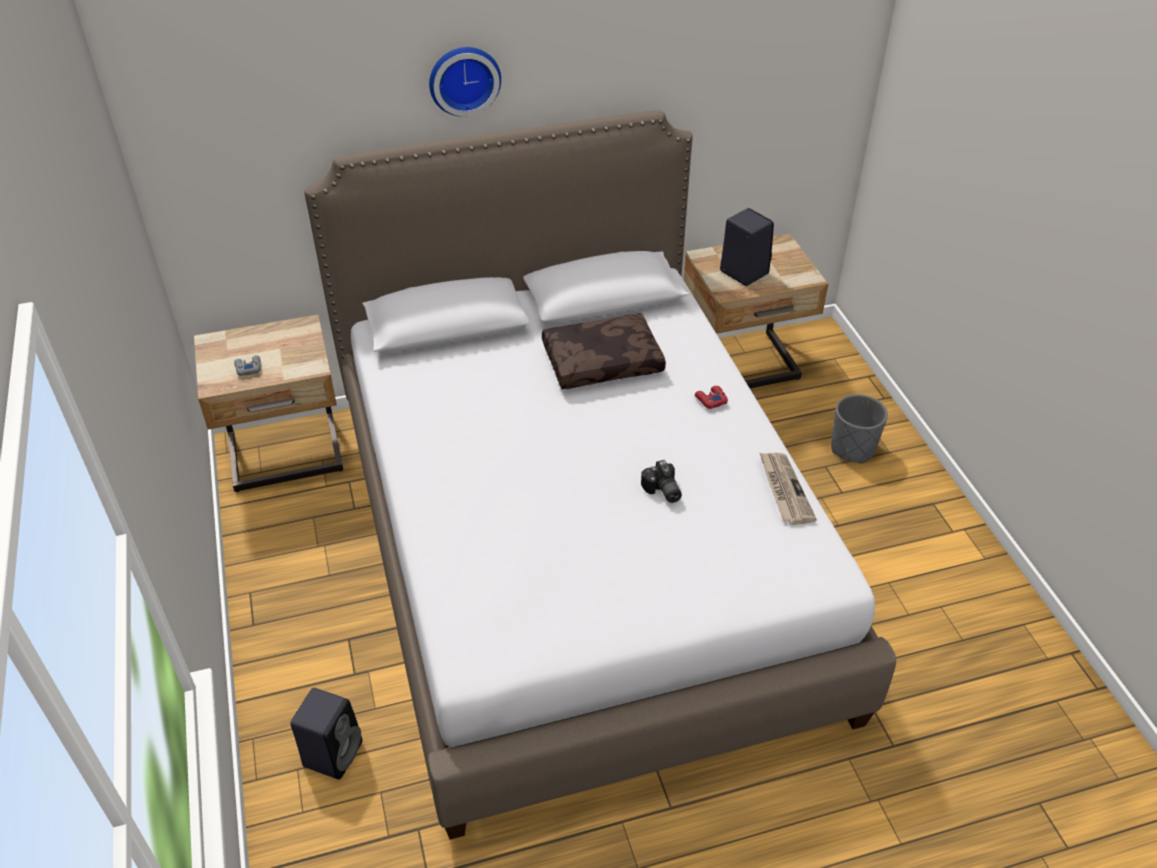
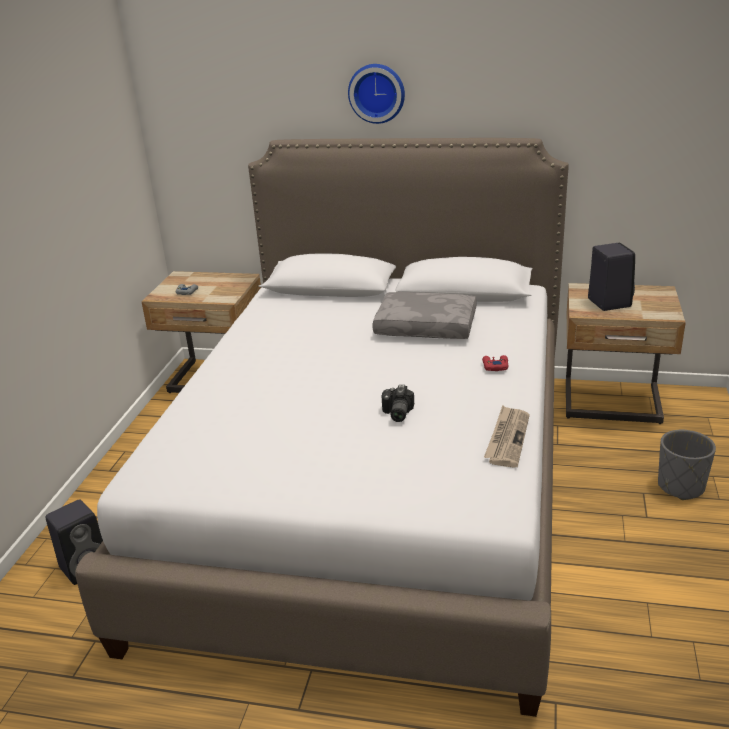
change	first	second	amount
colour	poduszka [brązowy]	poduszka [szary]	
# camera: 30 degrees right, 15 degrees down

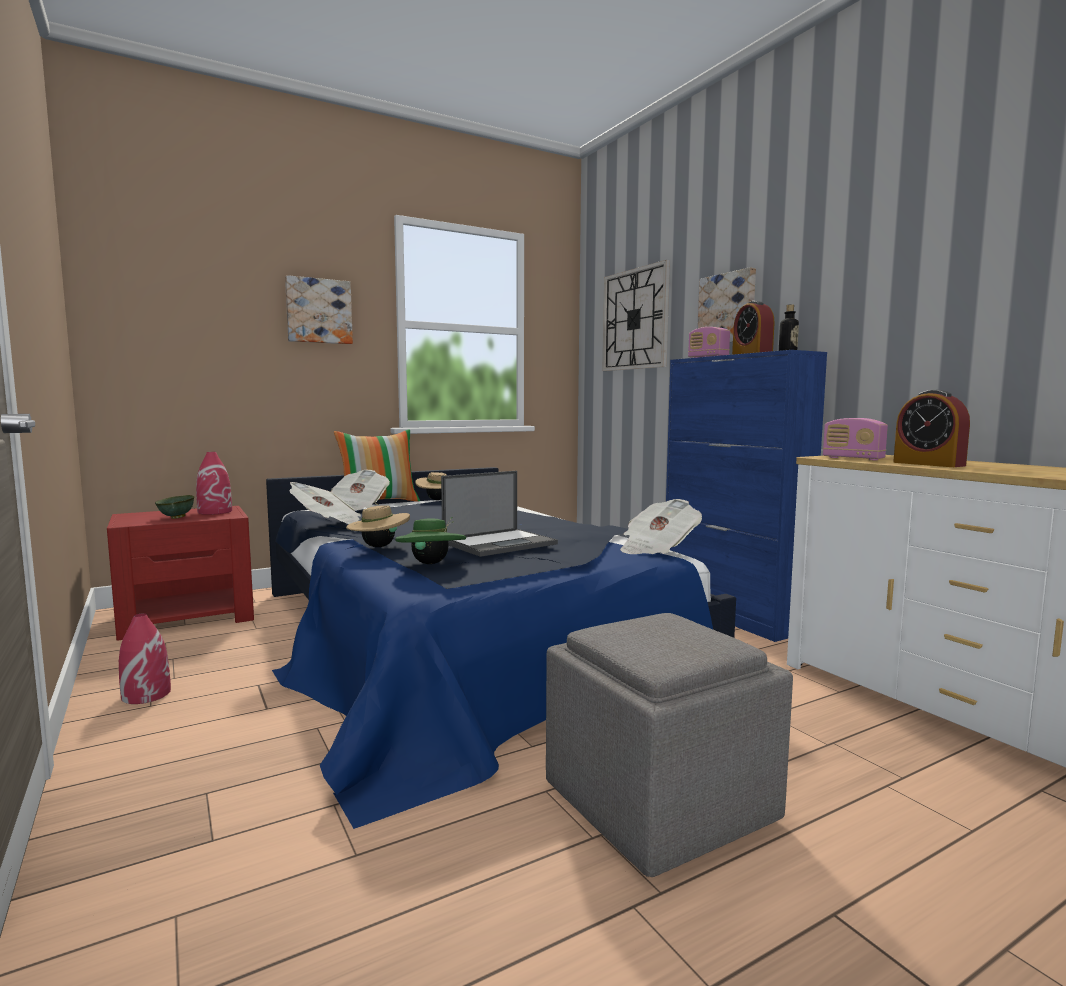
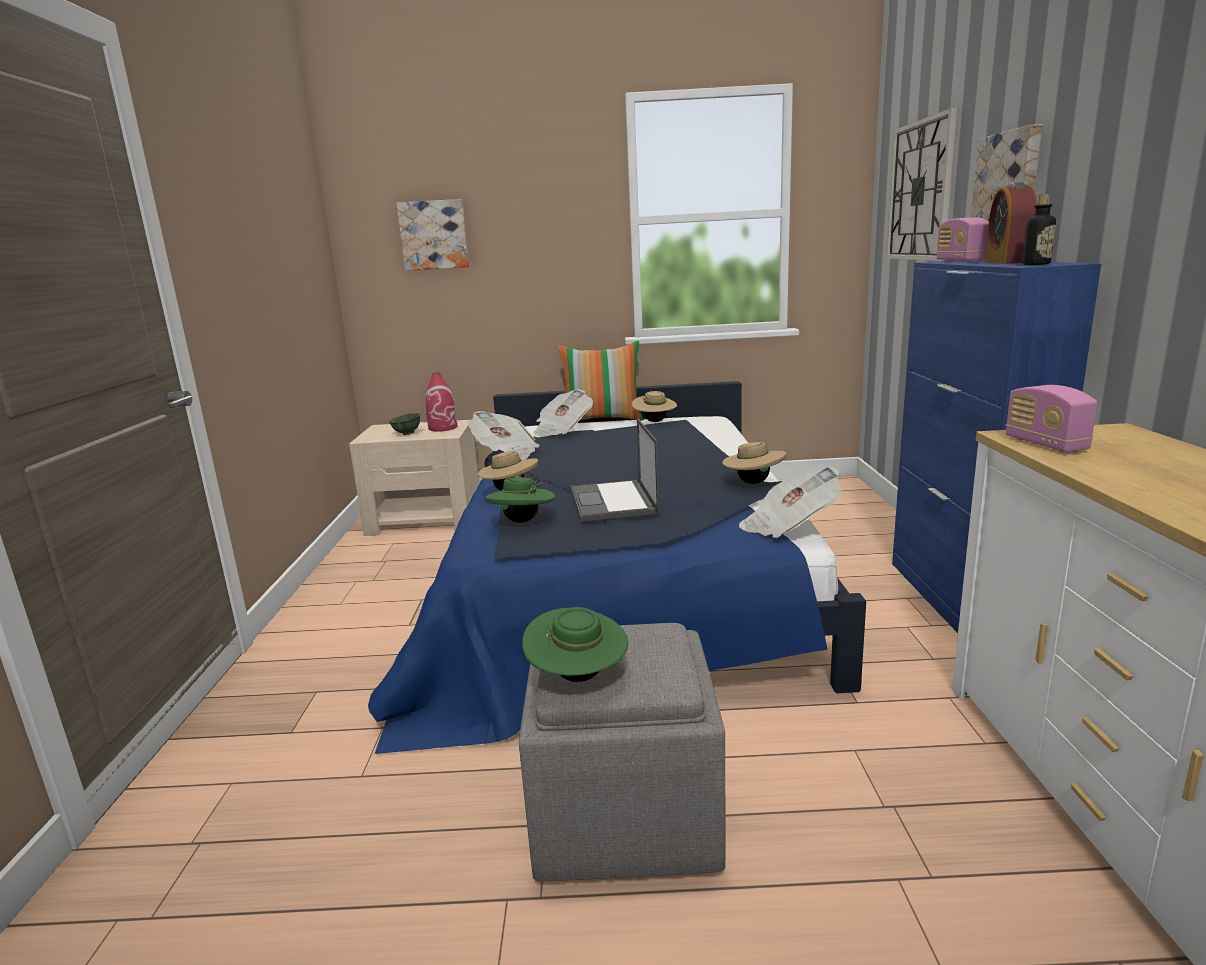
change	first	second	amount
relocated	obraz (no. 1 from left)		
missing	budzik (no. 2 from left)		
spun	laptop		90 degrees clockwise
colour	szafka nocna [czerwony]	szafka nocna [beżowy]	
missing	wazon [czerwony] (no. 1 from left)		
appeared		kapelusz [beżowy] (no. 3 from left)	
appeared		kapelusz [zielony] (no. 2 from left)	
# camera: 30 degrees right, 10 degrees up

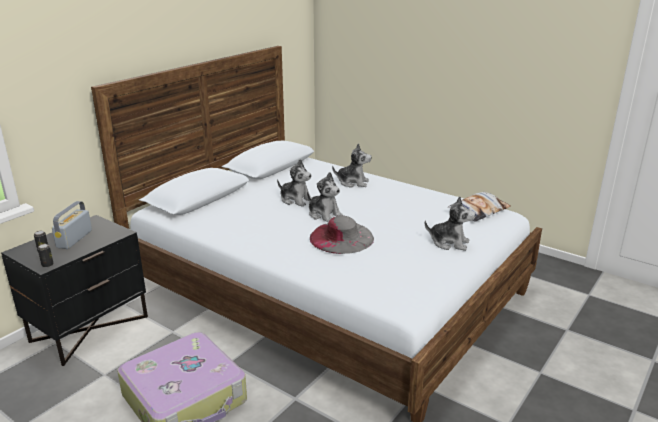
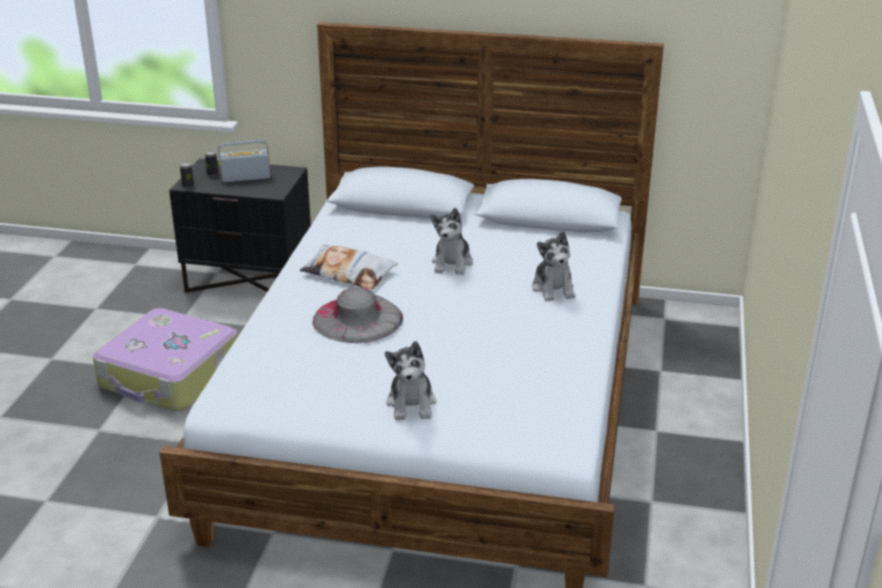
change	first	second	amount
missing	pluszak (no. 2 from left)		
relocated	poduszka		
# camera: 65 degrees right, 5 degrees up

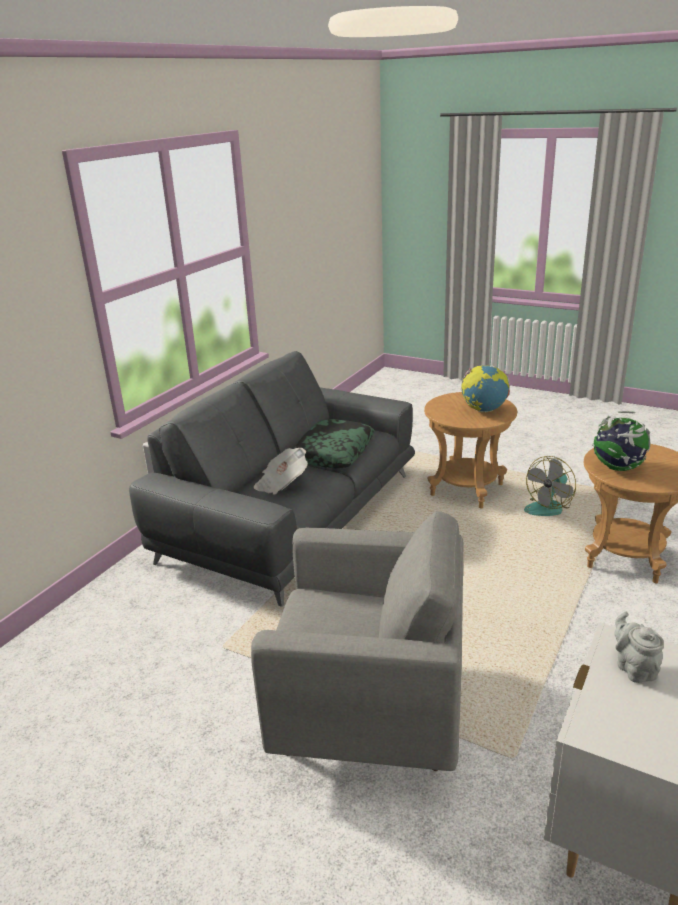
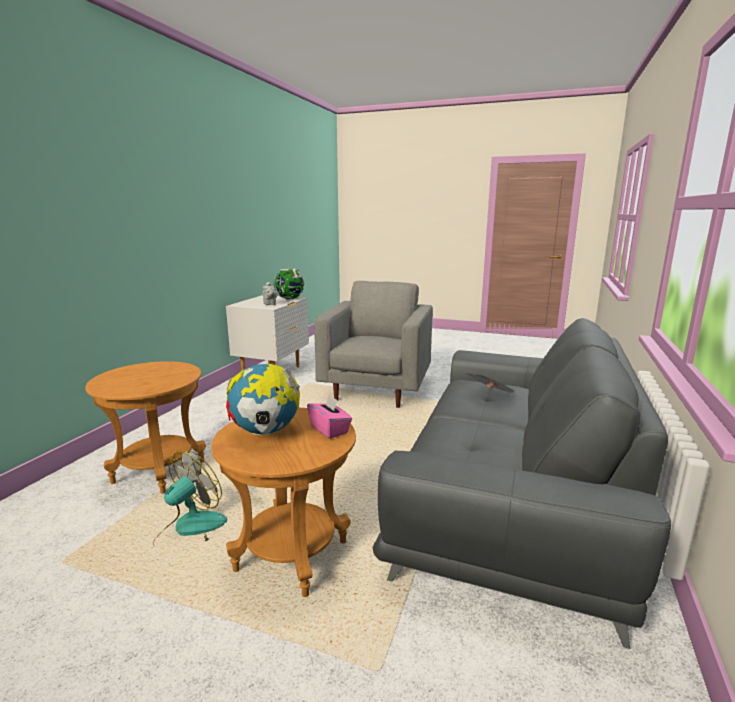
change	first	second	amount
relocated	globus (no. 2 from left)		
missing	poduszka		
spun	fotel [szary]		105 degrees clockwise
appeared		pudełko chusteczek [różowy]	
# camera: 170 degrees right, 10 degrees down

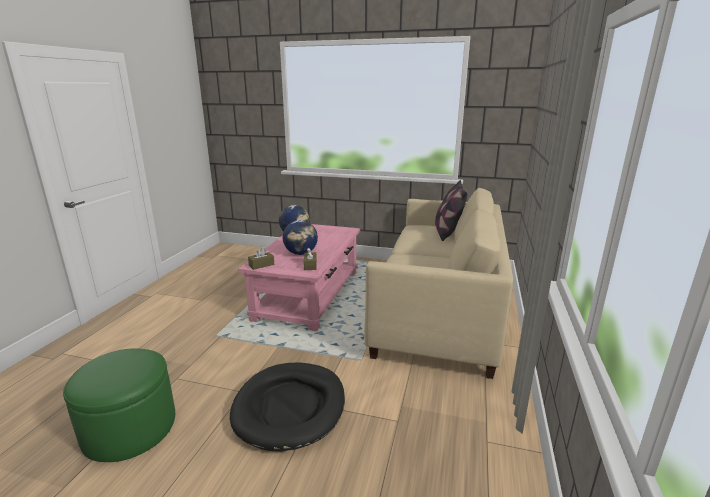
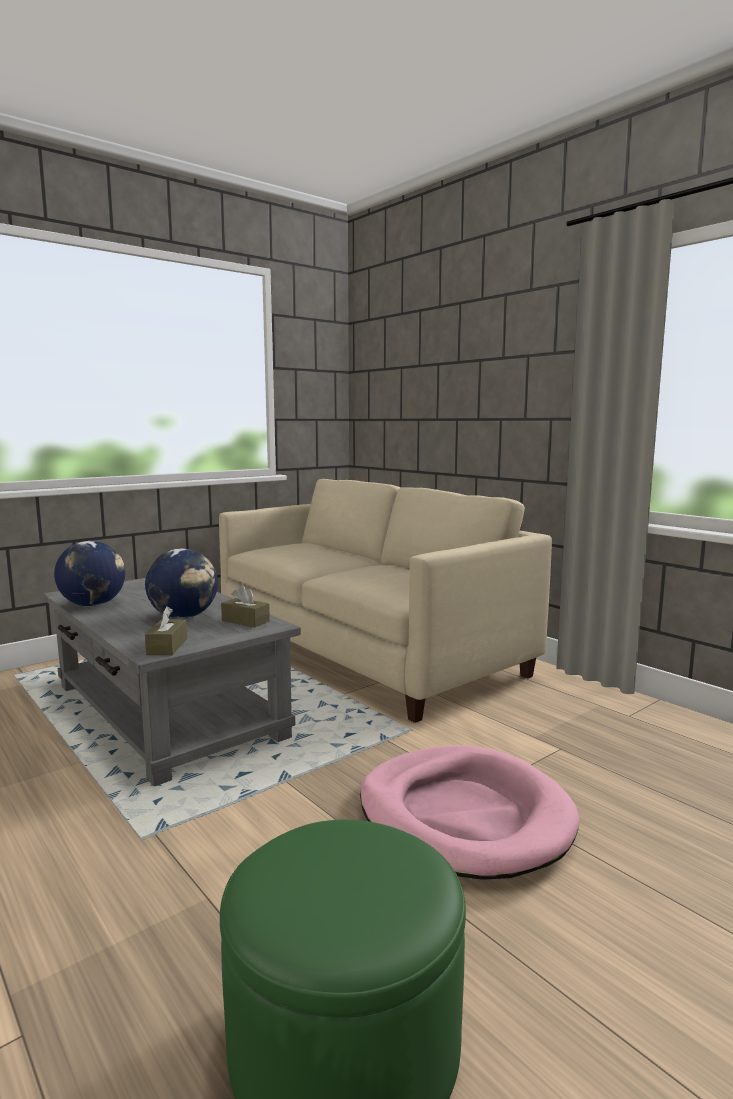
change	first	second	amount
missing	poduszka		
colour	ława [różowy]	ława [szary]	
colour	legowisko [czarny]	legowisko [różowy]	
# camera: 55 degrees left, 10 degrees down

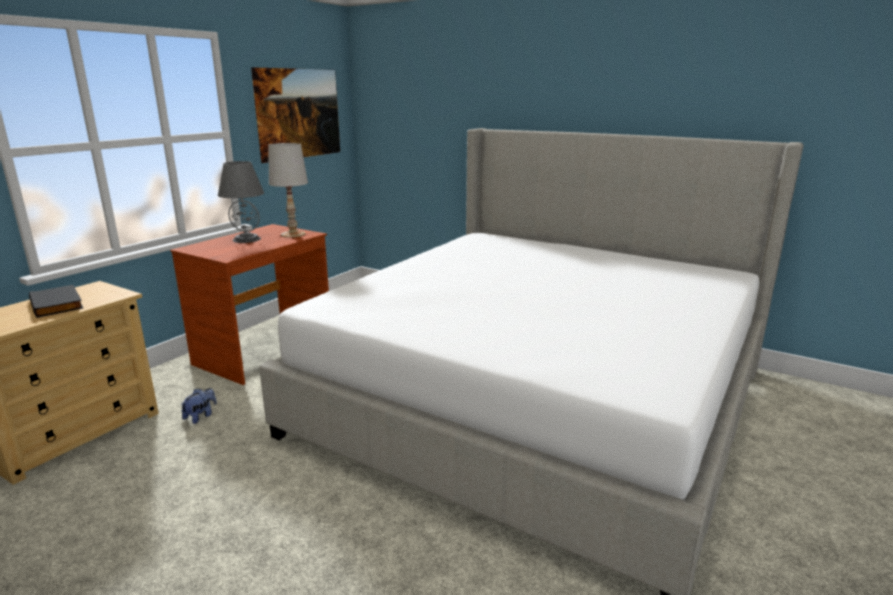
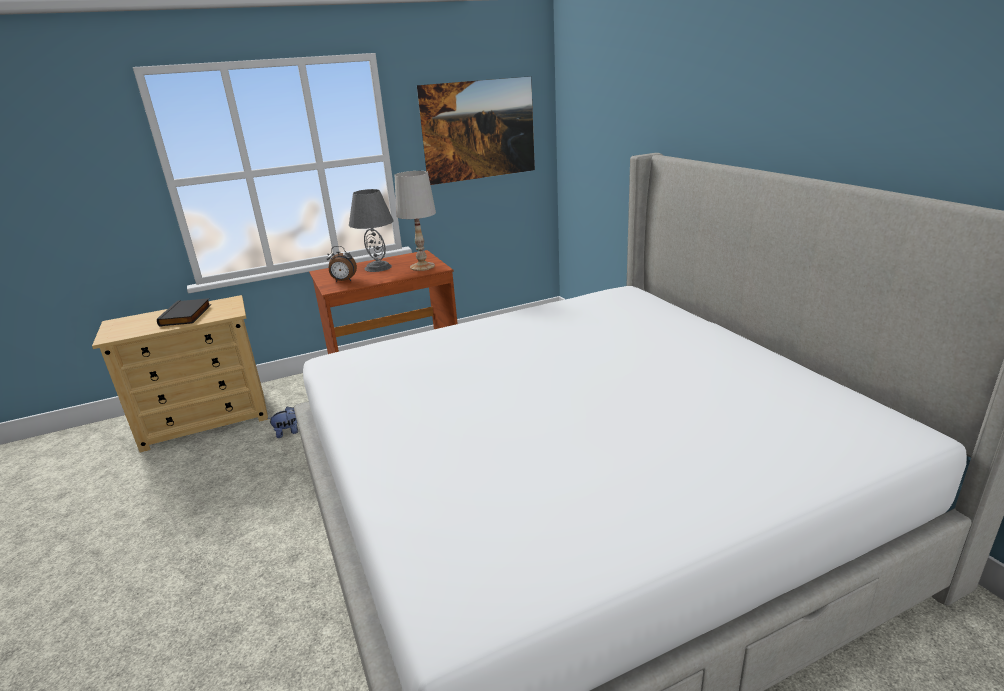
change	first	second	amount
appeared		budzik	
# camera: 35 degrees right, 5 degrees up

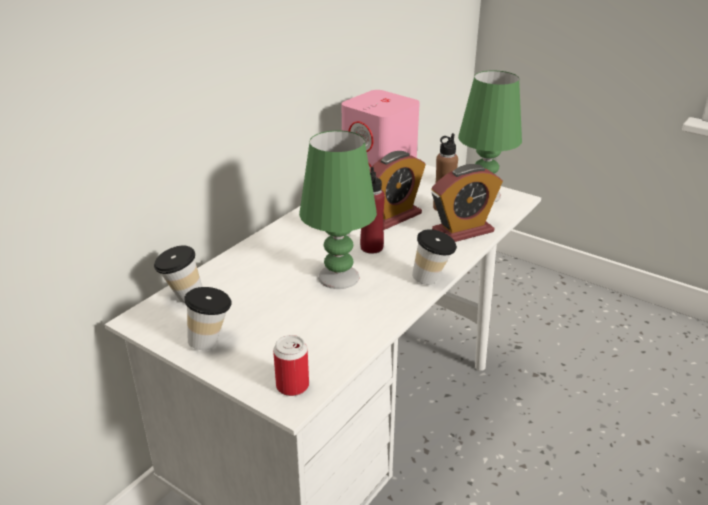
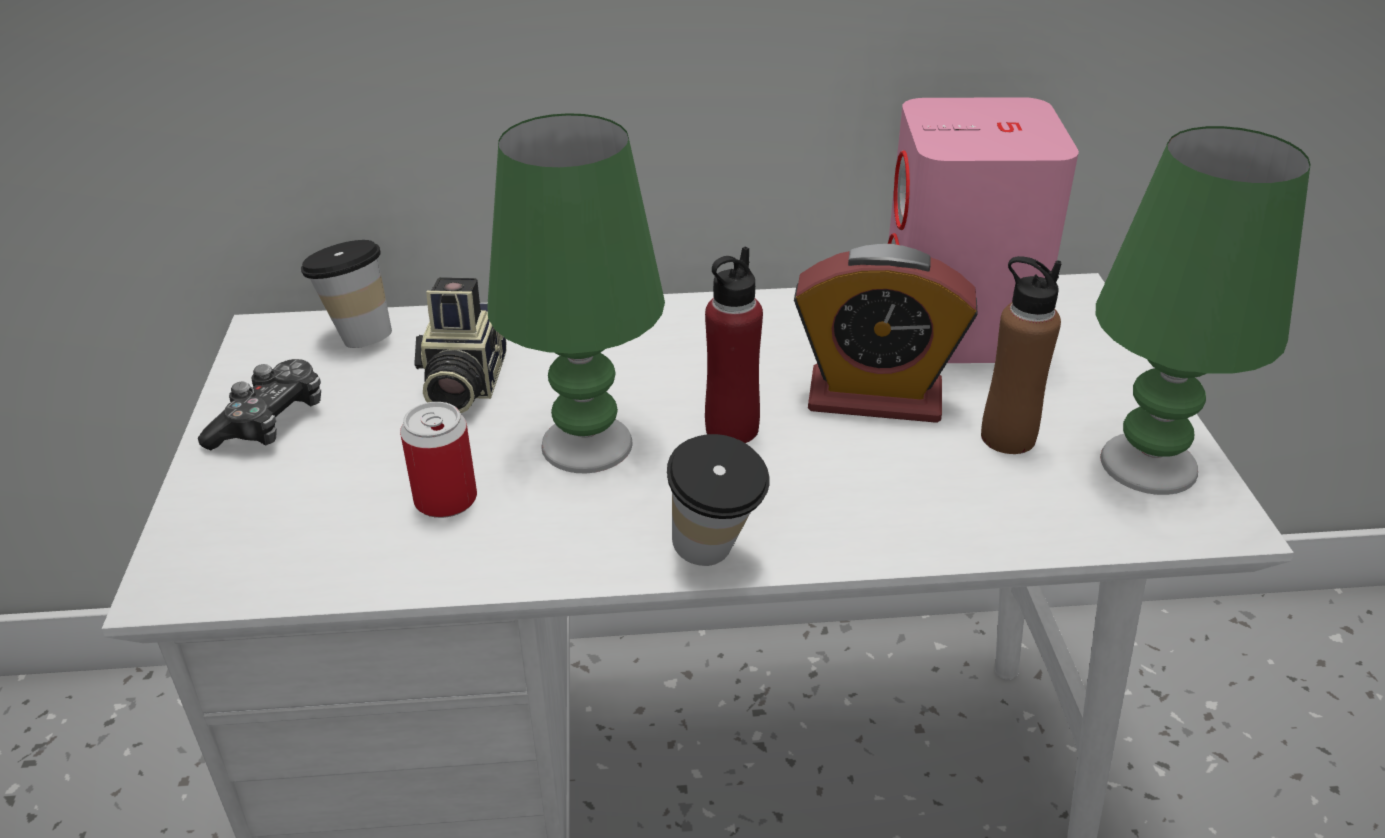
change	first	second	amount
missing	budzik (no. 2 from left)		
exchanged	filiżanka (no. 2 from left)	pad do gier	
relocated	puszka		
appeared		aparat fotograficzny	
# camera: 50 degrees right, 5 degrees up

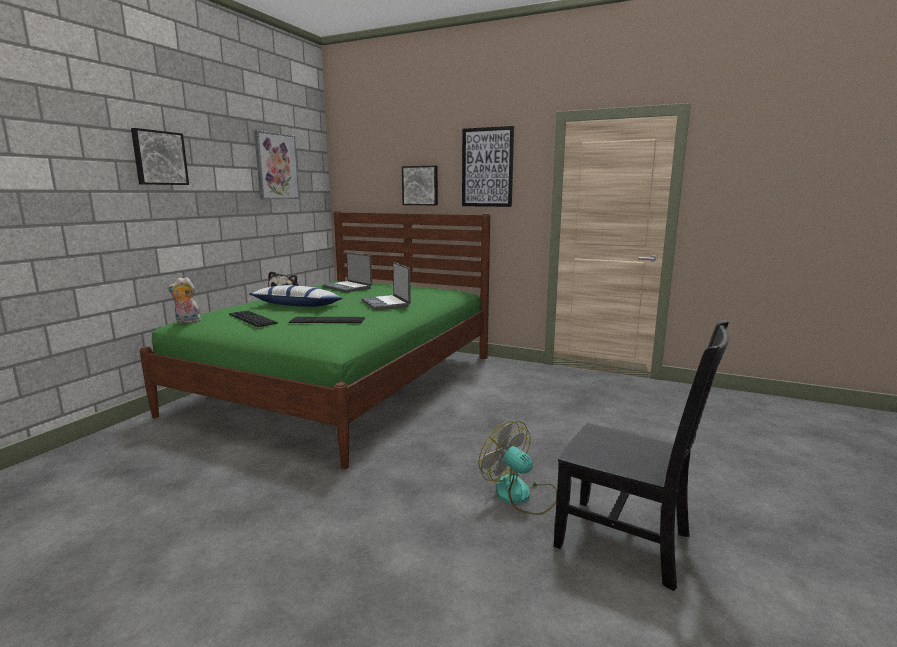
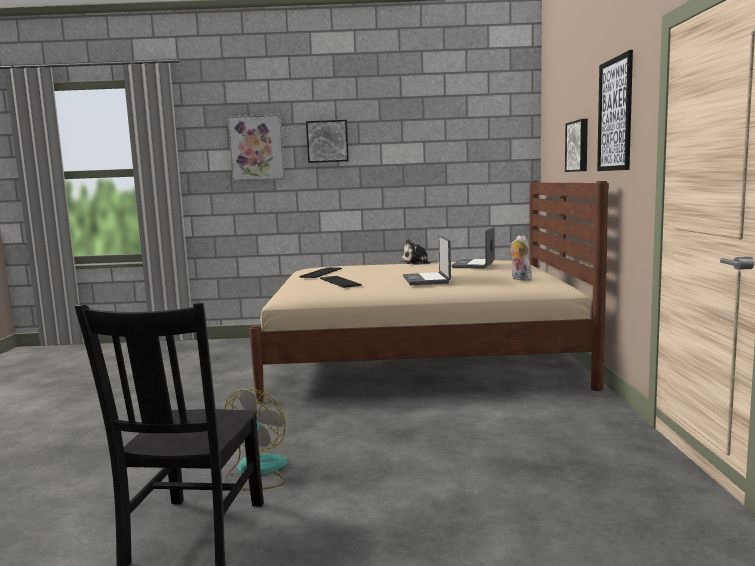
change	first	second	amount
relocated	obraz (no. 2 from left in the first image)	obraz (no. 1 from left)	
colour	łóżko [zielony]	łóżko [beżowy]	
spun	laptop (no. 2 from left in the first image)	laptop (no. 1 from left)	45 degrees counterclockwise
relocated	pluszak (no. 1 from left in the first image)	pluszak (no. 2 from left)	
missing	poduszka		
# camera: 65 degrees right, 5 degrees down

